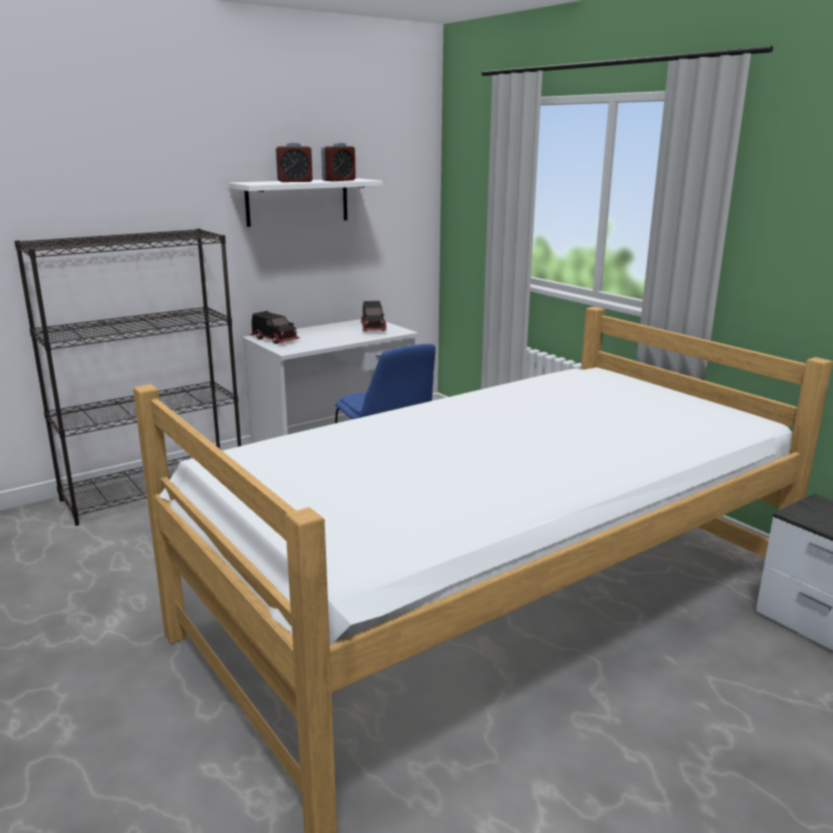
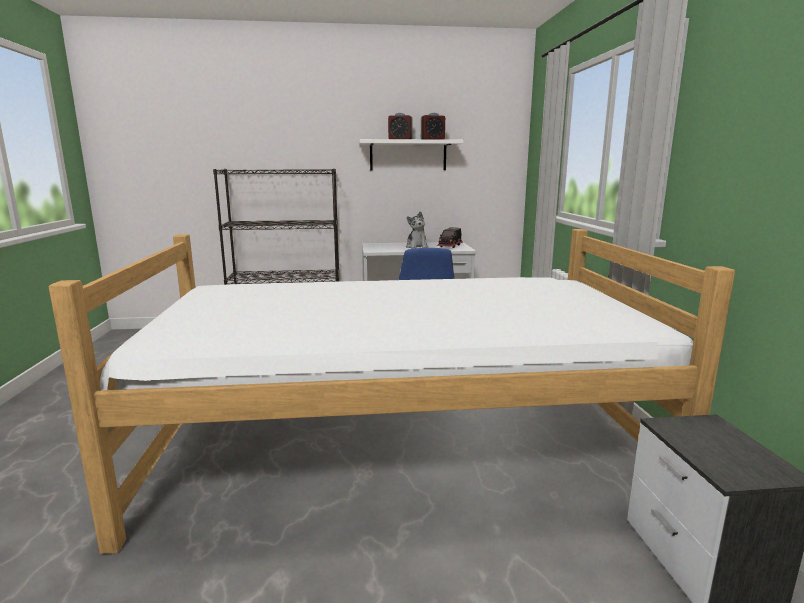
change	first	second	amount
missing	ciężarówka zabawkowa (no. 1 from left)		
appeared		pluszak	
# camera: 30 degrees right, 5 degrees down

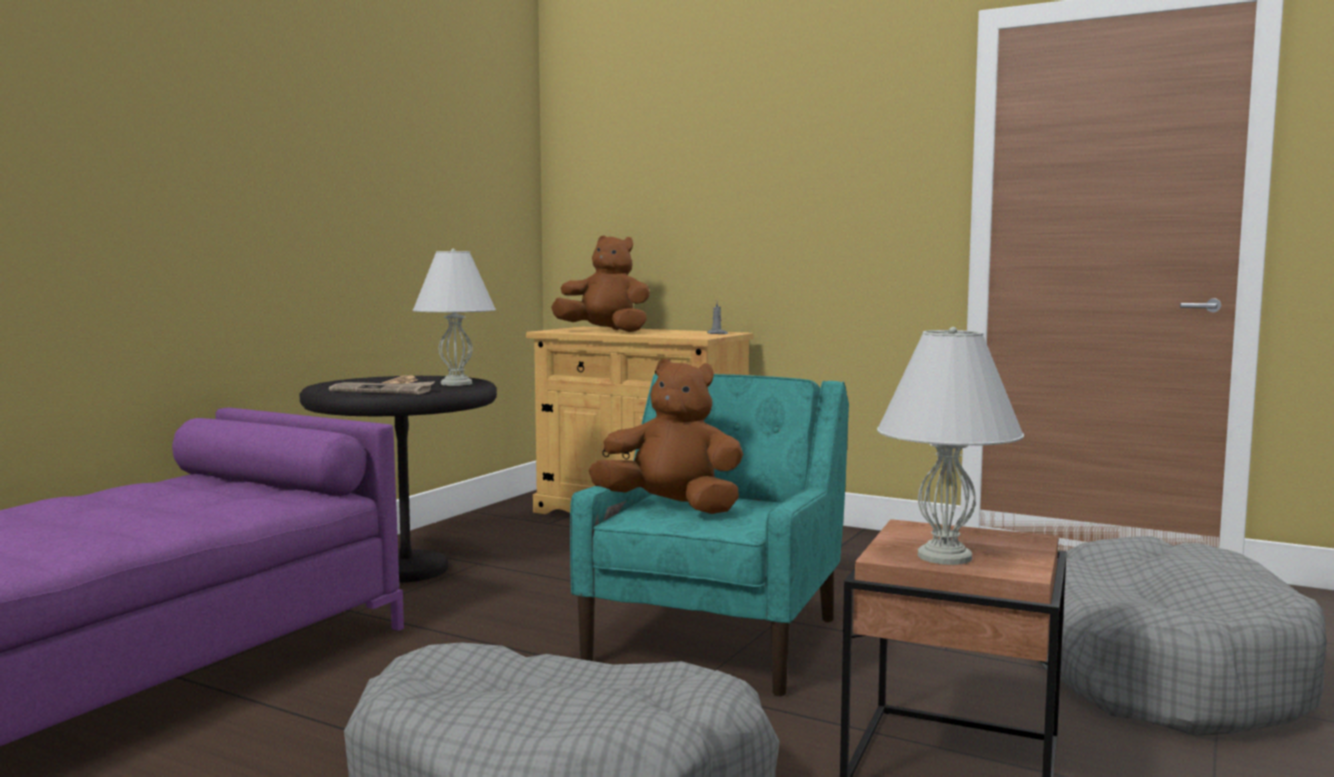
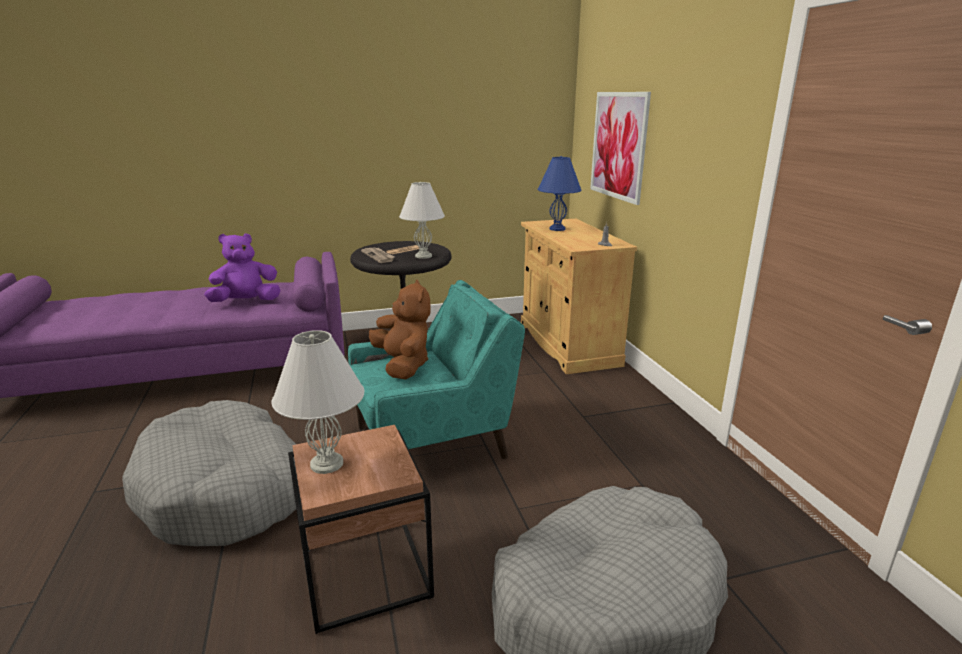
change	first	second	amount
exchanged	pluszak [brązowy] (no. 1 from left)	lampa stołowa [niebieski]	
appeared		obraz	
appeared		pluszak [fioletowy]	
# camera: 45 degrees right, 15 degrees up

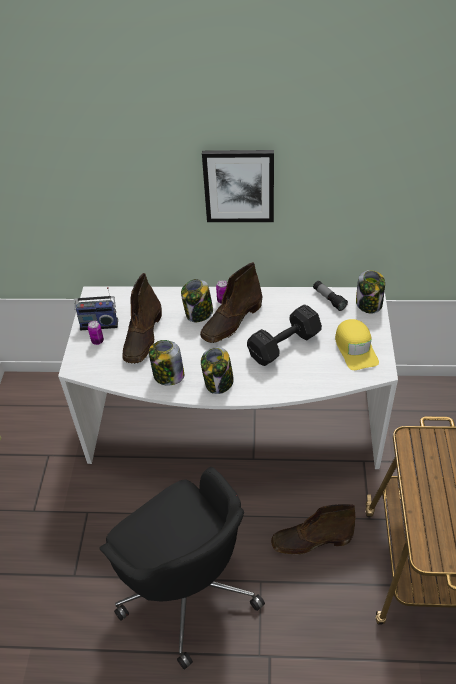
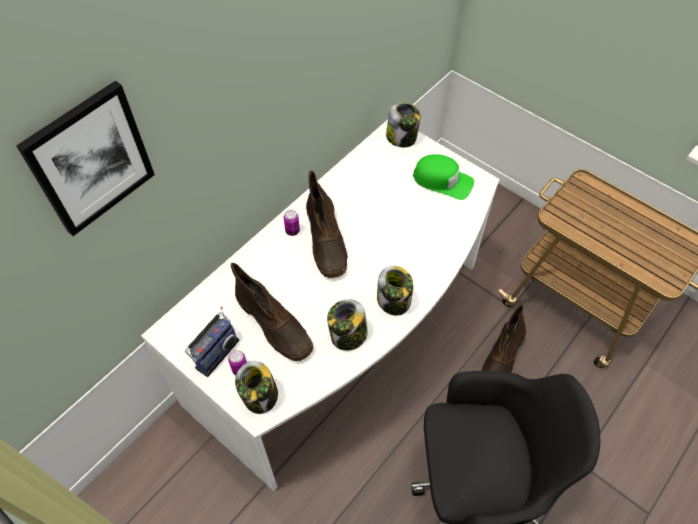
change	first	second	amount
relocated	obraz		
relocated	słoik (no. 2 from left in the first image)	słoik (no. 1 from left)	
missing	latarka		
missing	hantel [czarny]		
colour	czapka z daszkiem [żółty]	czapka z daszkiem [zielony]	
# camera: 55 degrees left, 10 degrees up

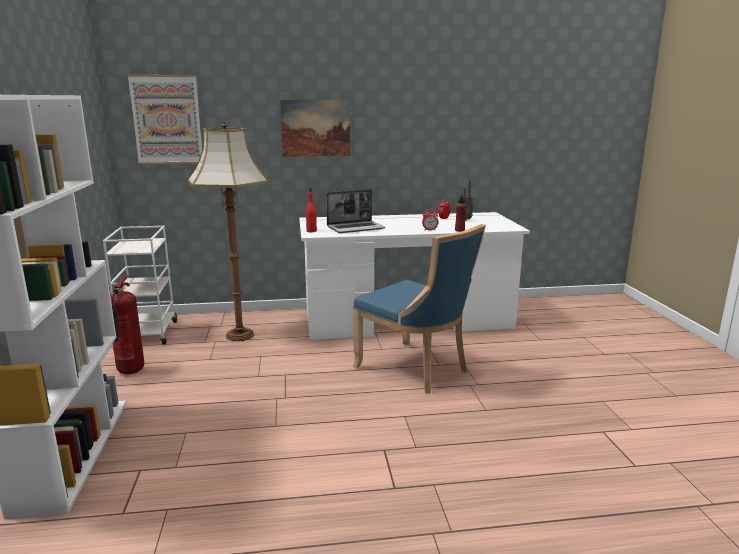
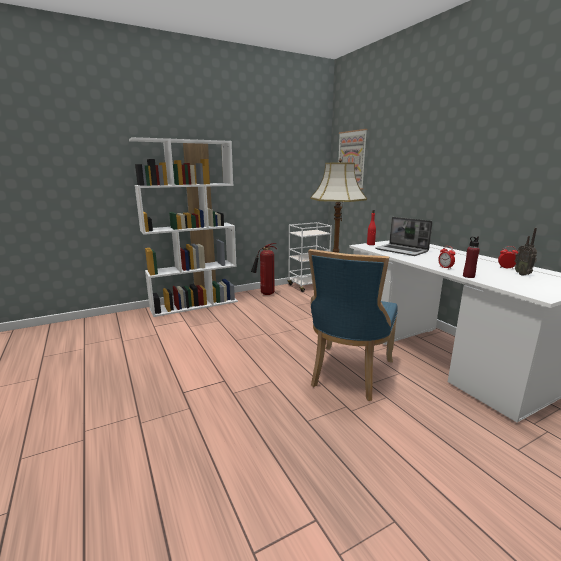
change	first	second	amount
missing	obraz (no. 2 from left)		
# camera: 70 degrees right, 0 degrees up

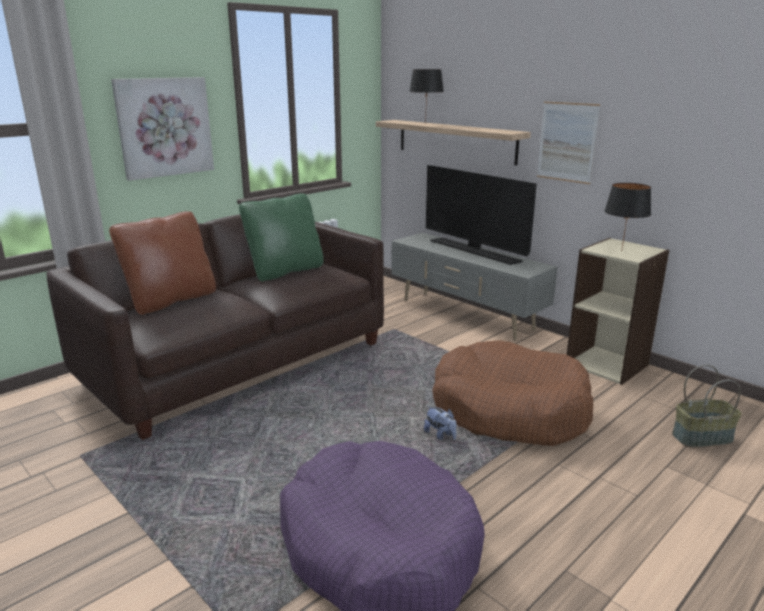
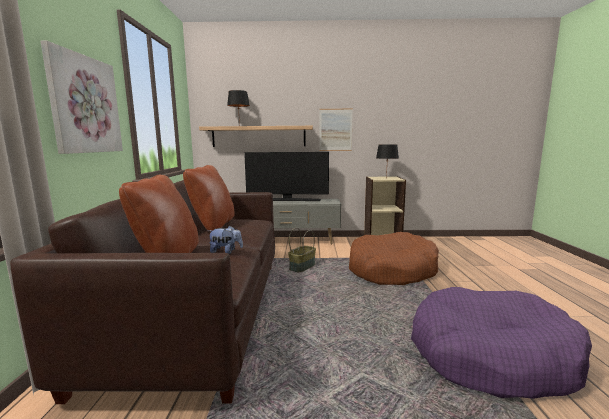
change	first	second	amount
colour	poduszka [zielony]	poduszka [brązowy] (no. 2 from left)	
relocated	koszyk		
relocated	pluszak		
# camera: 45 degrees left, 10 degrees down

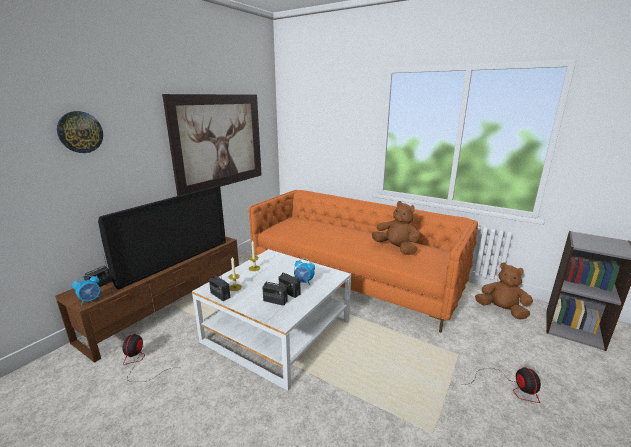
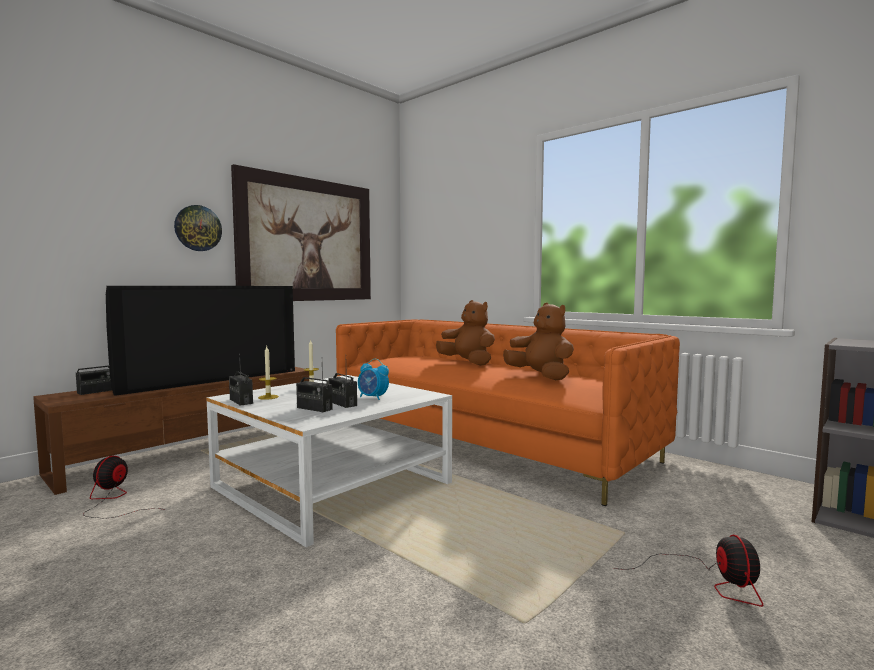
change	first	second	amount
relocated	zegar ścienny		
relocated	pluszak [brązowy] (no. 2 from left in the first image)	pluszak [brązowy] (no. 1 from left)	
missing	budzik (no. 1 from left)		
# camera: 10 degrees right, 15 degrees down

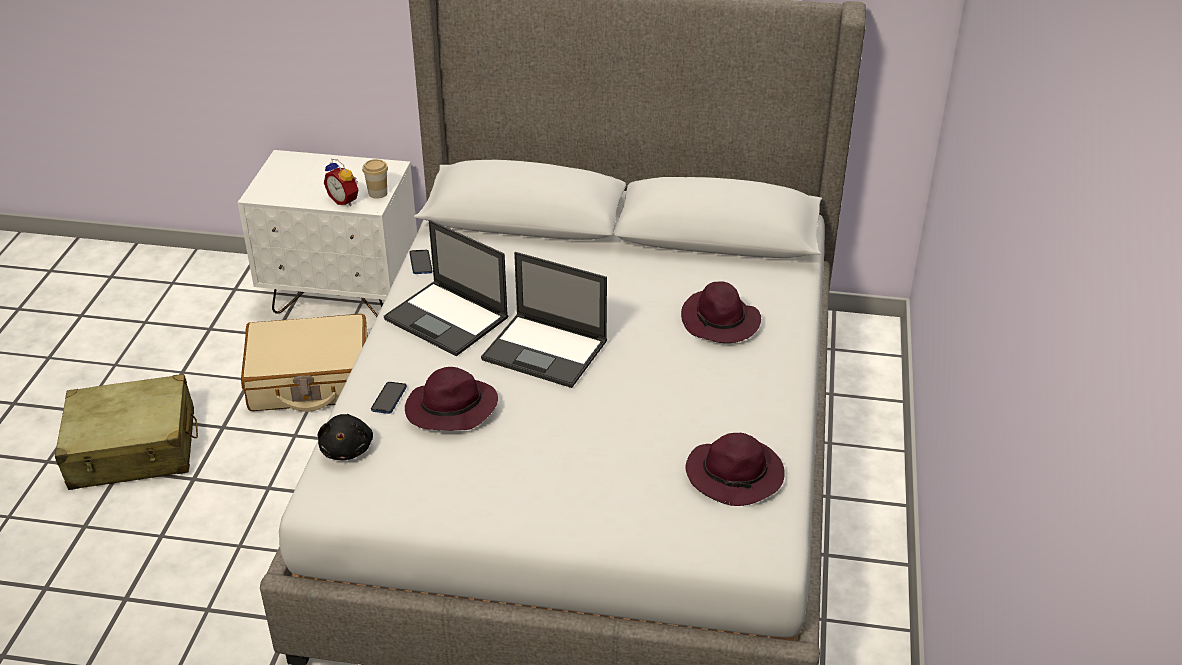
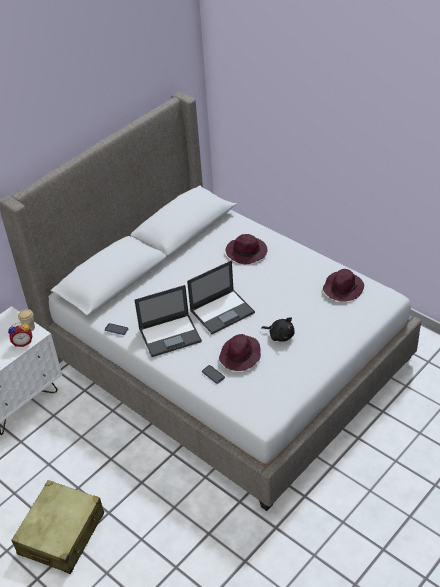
change	first	second	amount
missing	walizka [beżowy] (no. 2 from left)		
relocated	pluszak [czarny]		
# camera: 55 degrees left, 5 degrees up

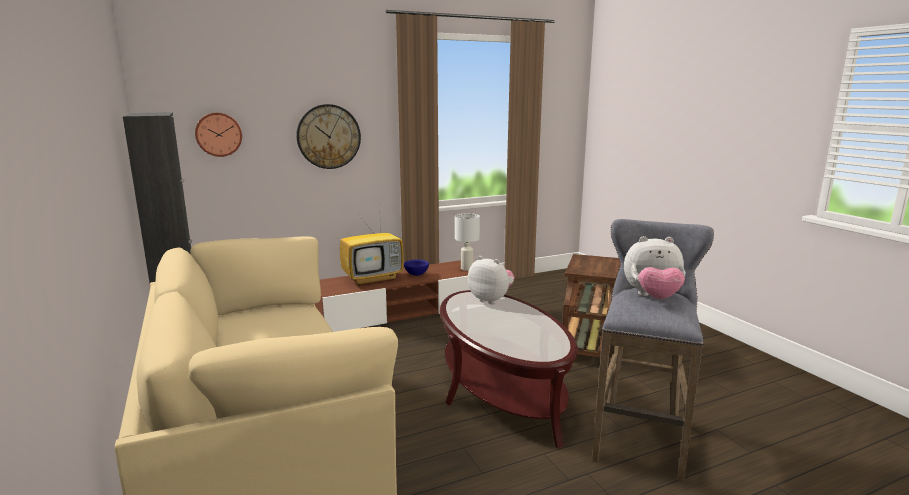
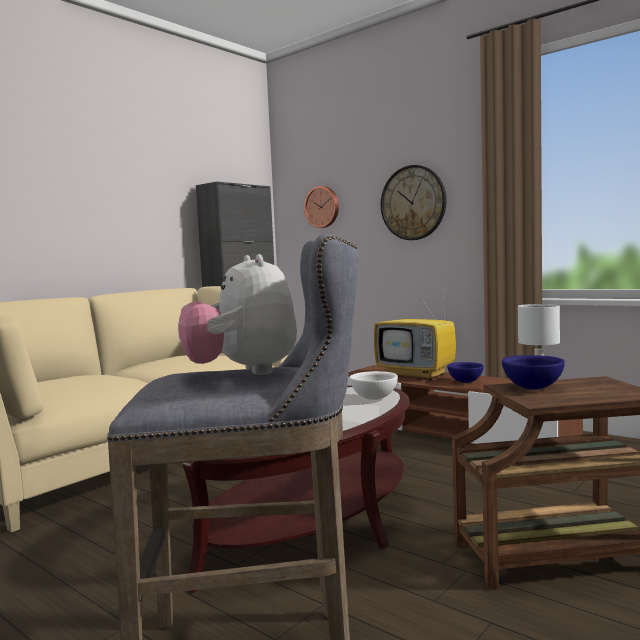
change	first	second	amount
exchanged	pluszak (no. 1 from left)	miska [biały]	
appeared		miska [niebieski] (no. 2 from left)	
# camera: 65 degrees right, 10 degrees down

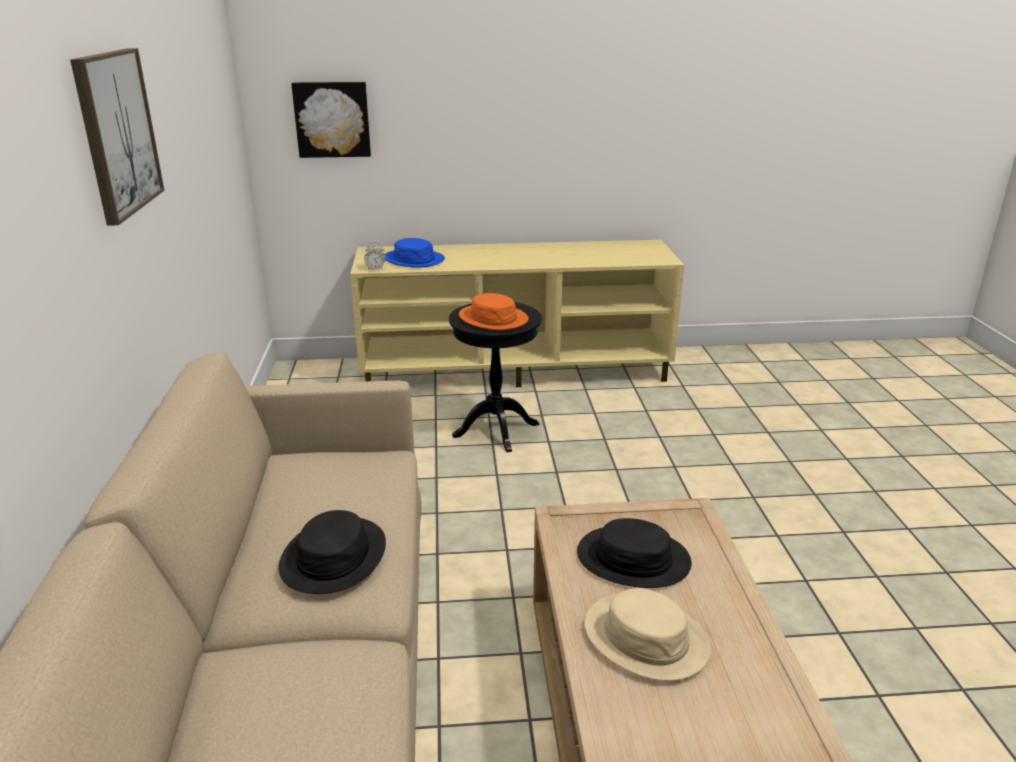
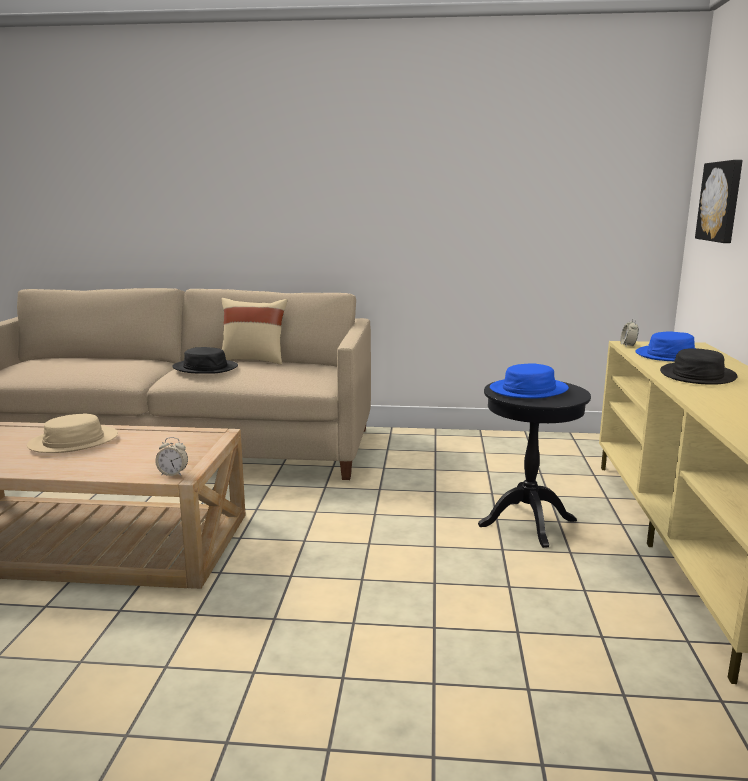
change	first	second	amount
missing	obraz (no. 1 from left)		
colour	kapelusz [pomarańczowy]	kapelusz [niebieski] (no. 1 from left)	
relocated	kapelusz [czarny] (no. 2 from left)		
appeared		poduszka [beżowy]	
appeared		budzik (no. 1 from left)	
# camera: 100 degrees right, 10 degrees down

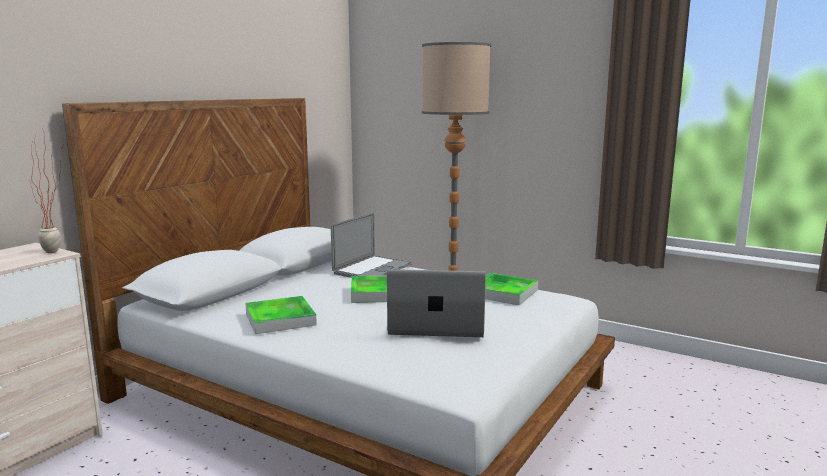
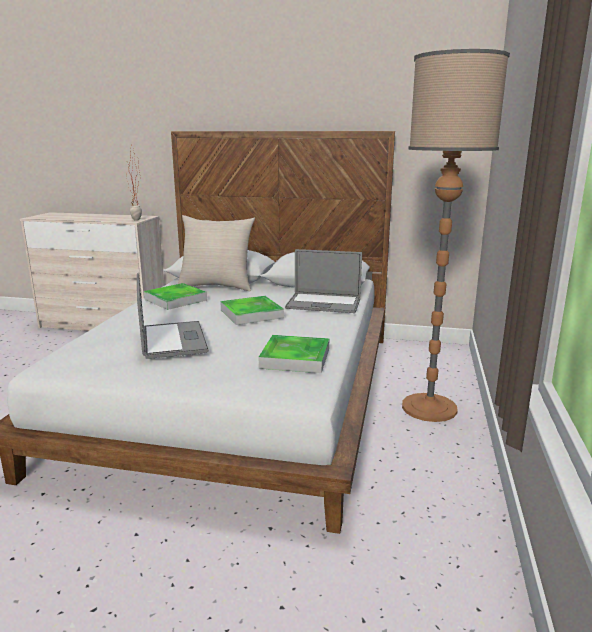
change	first	second	amount
appeared		poduszka [beżowy]	
# camera: 70 degrees right, 5 degrees up

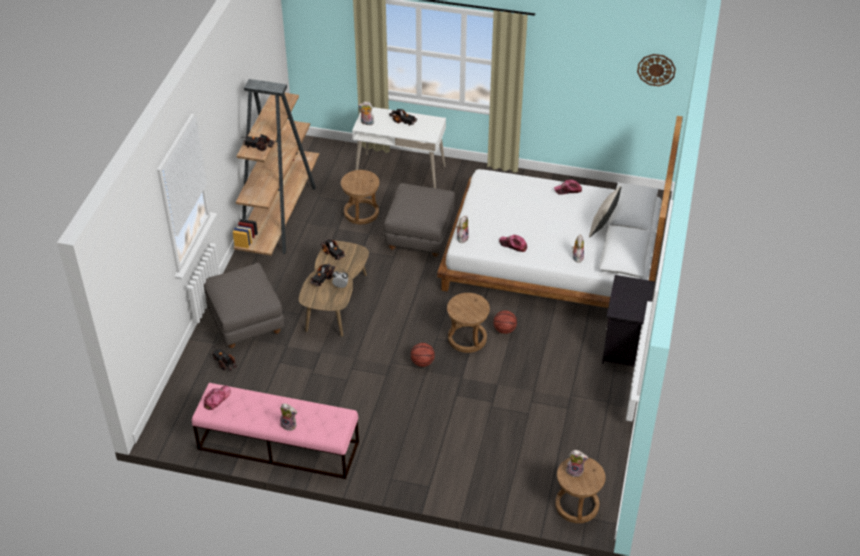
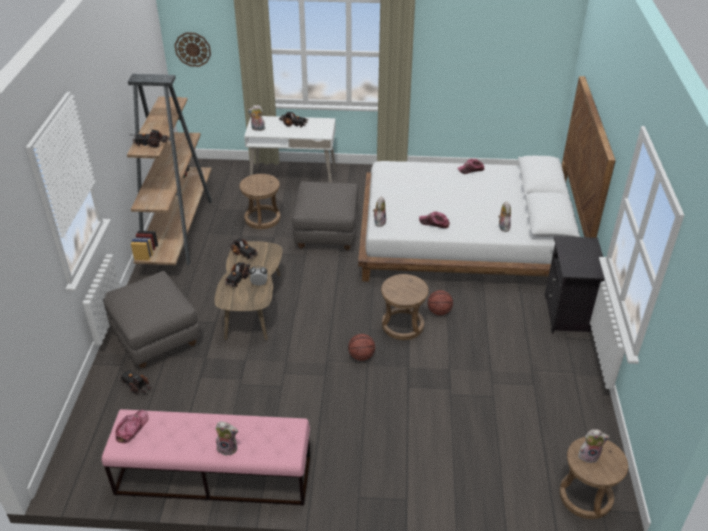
change	first	second	amount
relocated	zegar ścienny		
missing	poduszka [beżowy]		
# camera: 10 degrees left, 5 degrees down

